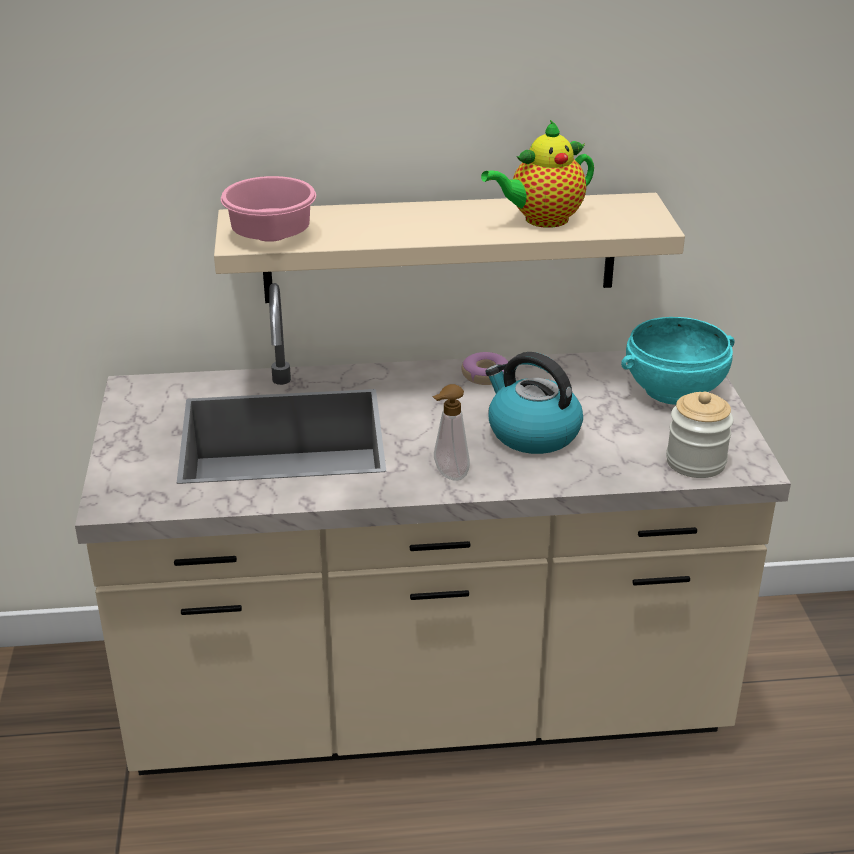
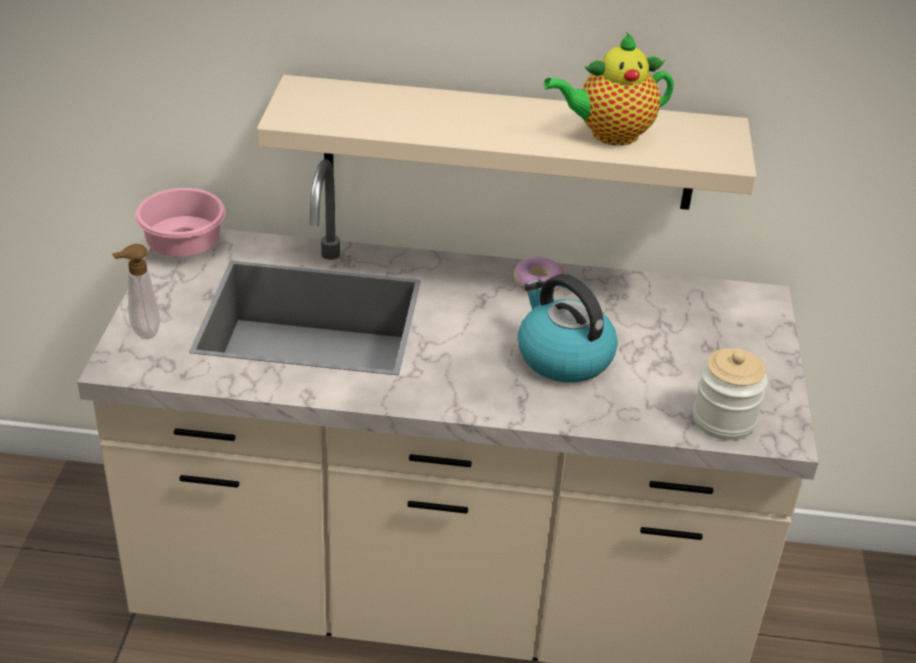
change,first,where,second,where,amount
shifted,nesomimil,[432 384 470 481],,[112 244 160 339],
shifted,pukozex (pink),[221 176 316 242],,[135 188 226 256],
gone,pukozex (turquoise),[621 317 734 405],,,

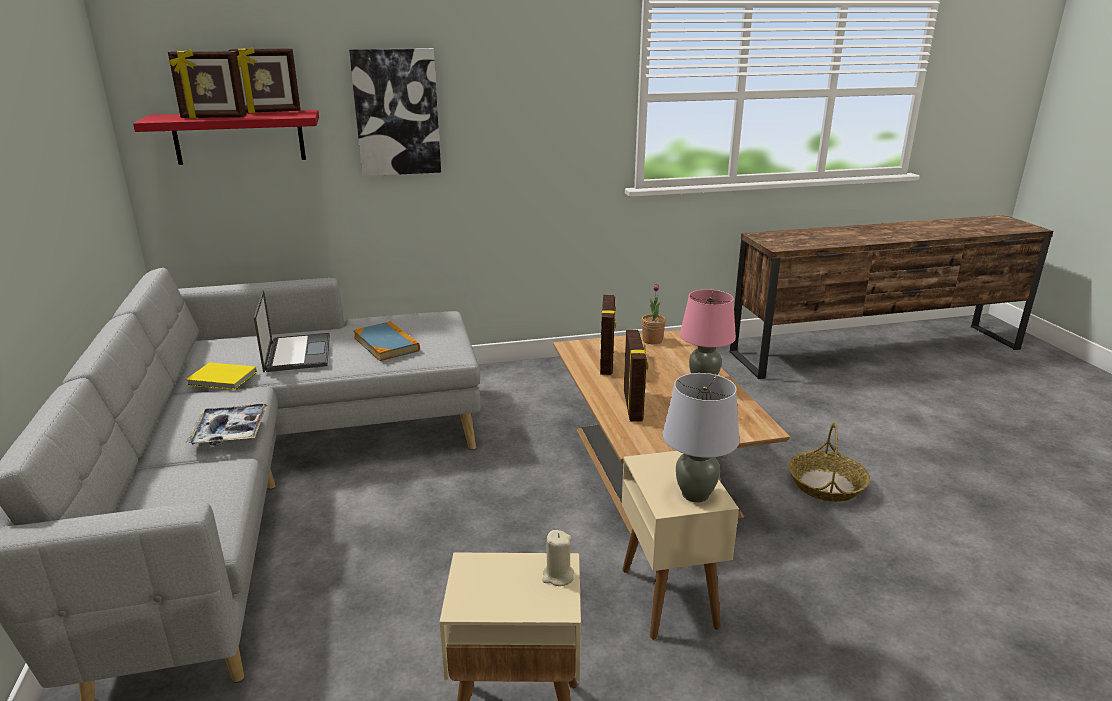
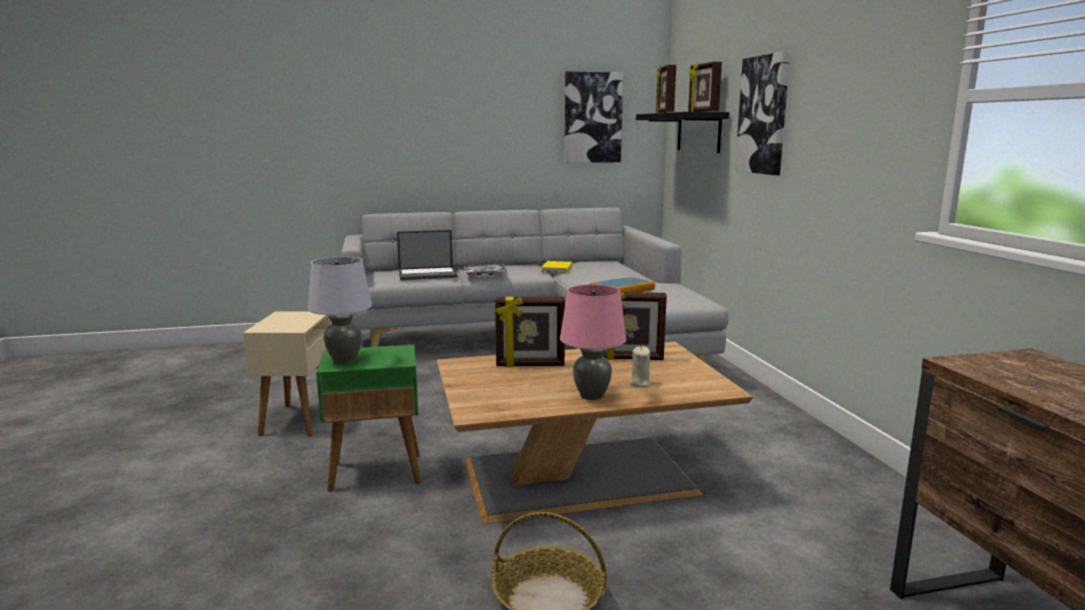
change,first,where,second,where,amount
repainted,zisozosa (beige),[622 451 739 639],zisozosa (green),[316 345 421 492],
shifted,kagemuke,[254 290 330 372],,[397 230 458 280],
new,,,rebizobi,[565 71 623 163],
shifted,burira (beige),[542 530 574 586],,[629 346 651 387],
repainted,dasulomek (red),[133 110 319 165],dasulomek (black),[636 112 729 153],
gone,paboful,[642 284 666 344],,,

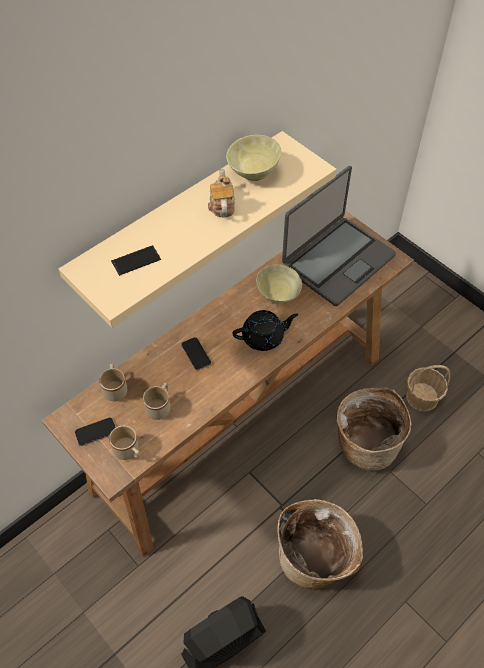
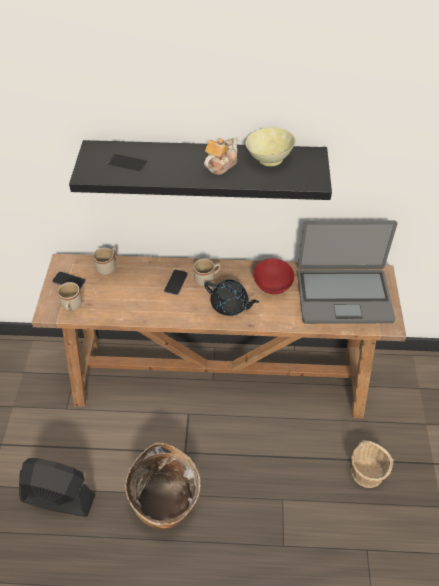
change,first,where,second,where,amount
repainted,dasulomek (beige),[59 131 337 328],dasulomek (black),[69 140 332 200],
shifted,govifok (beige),[143 383 170 420],,[193 259 221 286],
repainted,pukozex (beige),[256 264 302 304],pukozex (red),[253 258 295 294],
gone,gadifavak,[337 387 411 471],,,

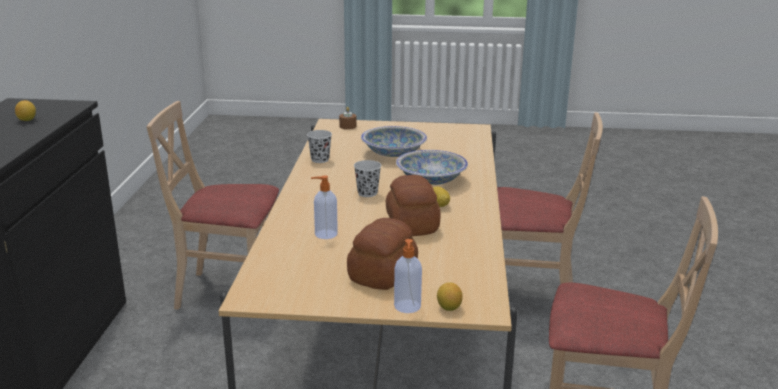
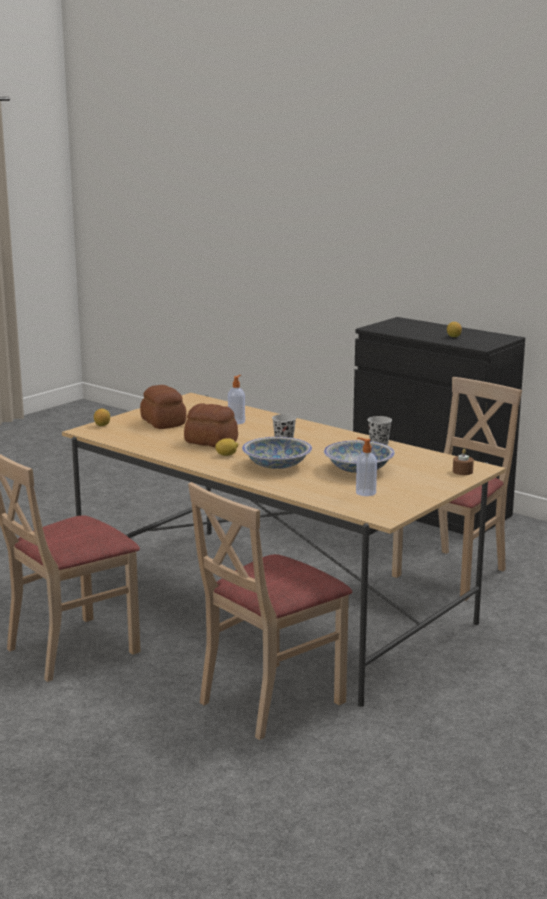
change,first,where,second,where,amount
shifted,nesomimil,[394 239 422 313],,[356 438 377 496],

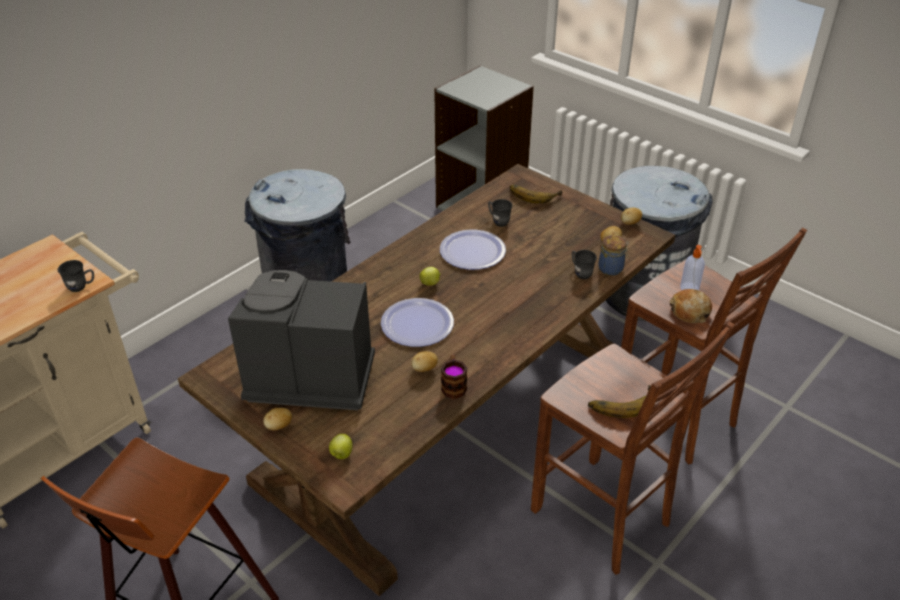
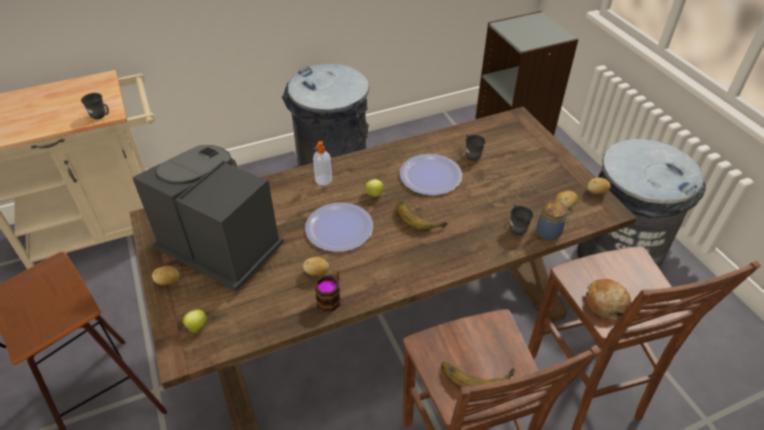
change,first,where,second,where,amount
shifted,nesomimil,[680 245 705 291],,[313 141 332 185],
shifted,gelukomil,[509 184 563 203],,[396 199 448 231],

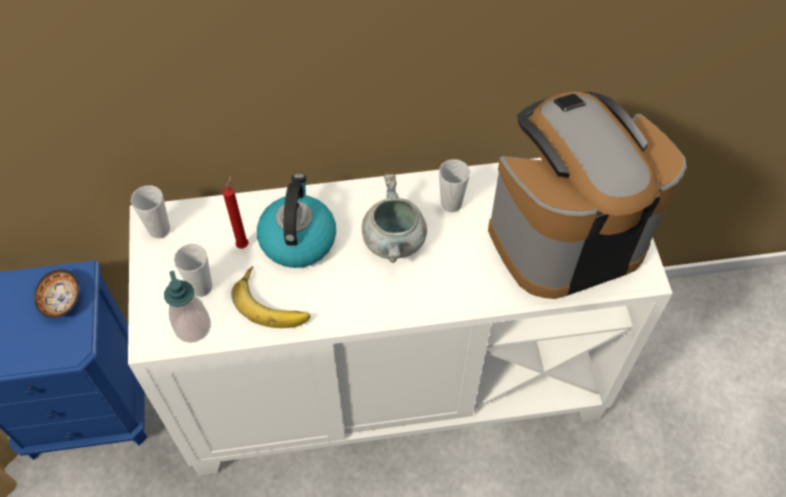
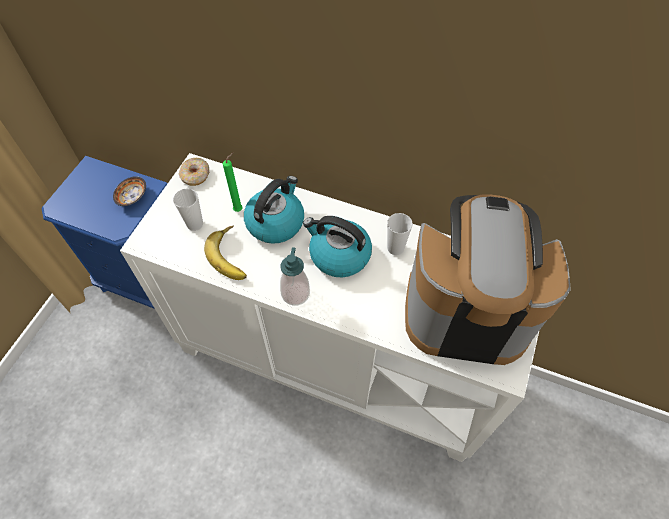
change,first,where,second,where,amount
swapped,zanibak,[131 185 170 238],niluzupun,[179 158 209 186],
repainted,burira (red),[223 175 249 249],burira (green),[223 153 243 212],
shifted,nesomimil,[164 271 211 343],,[280 248 310 305],
swapped,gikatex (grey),[362 174 427 263],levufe,[303 216 372 277],

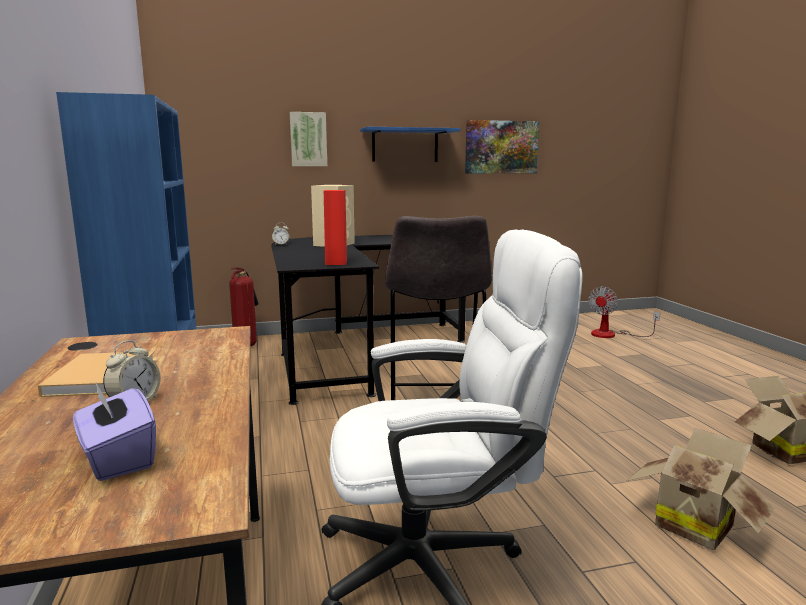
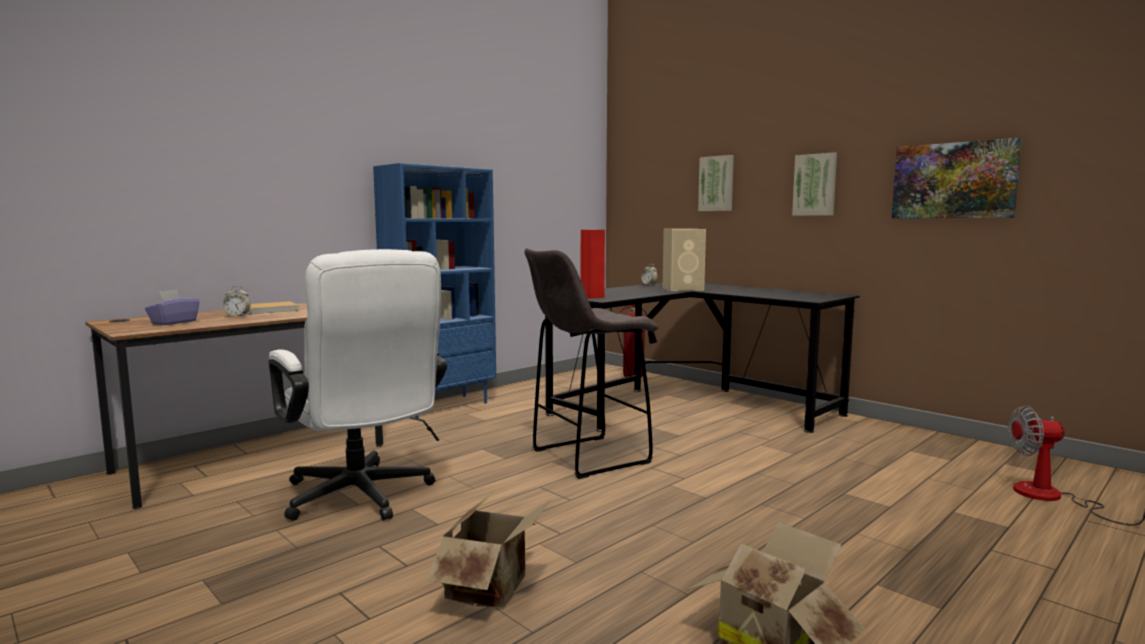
change,first,where,second,where,amount
swapped,dasulomek (blue),[360 127 460 162],rebizobi,[792 153 837 216],

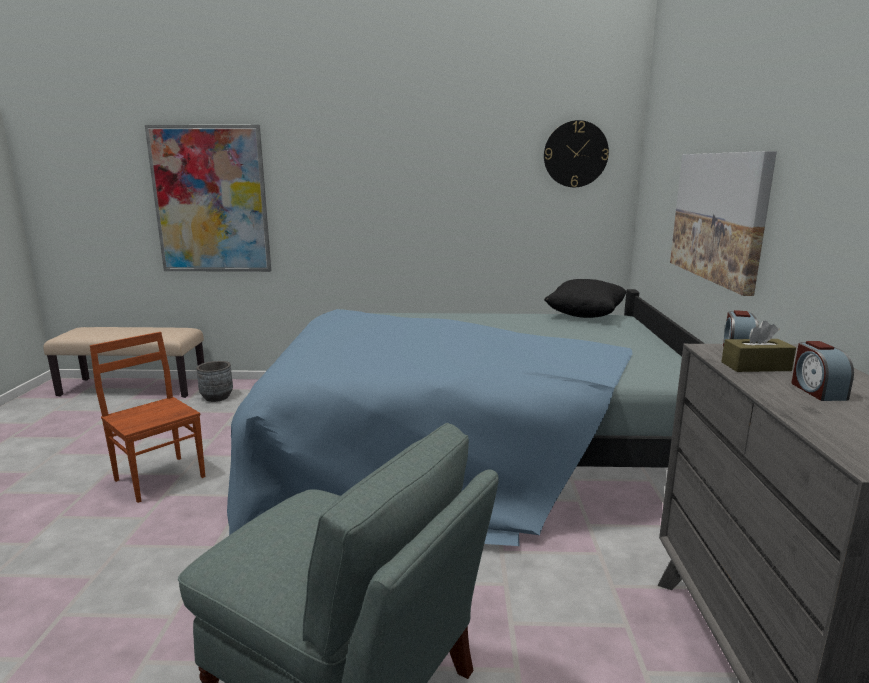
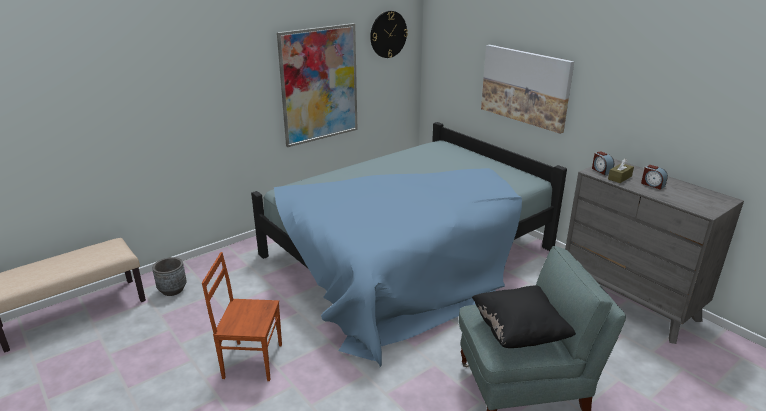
change,first,where,second,where,amount
shifted,rebizobi,[145 125 271 272],,[277 23 357 147],
shifted,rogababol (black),[544 279 627 318],,[472 285 576 348],

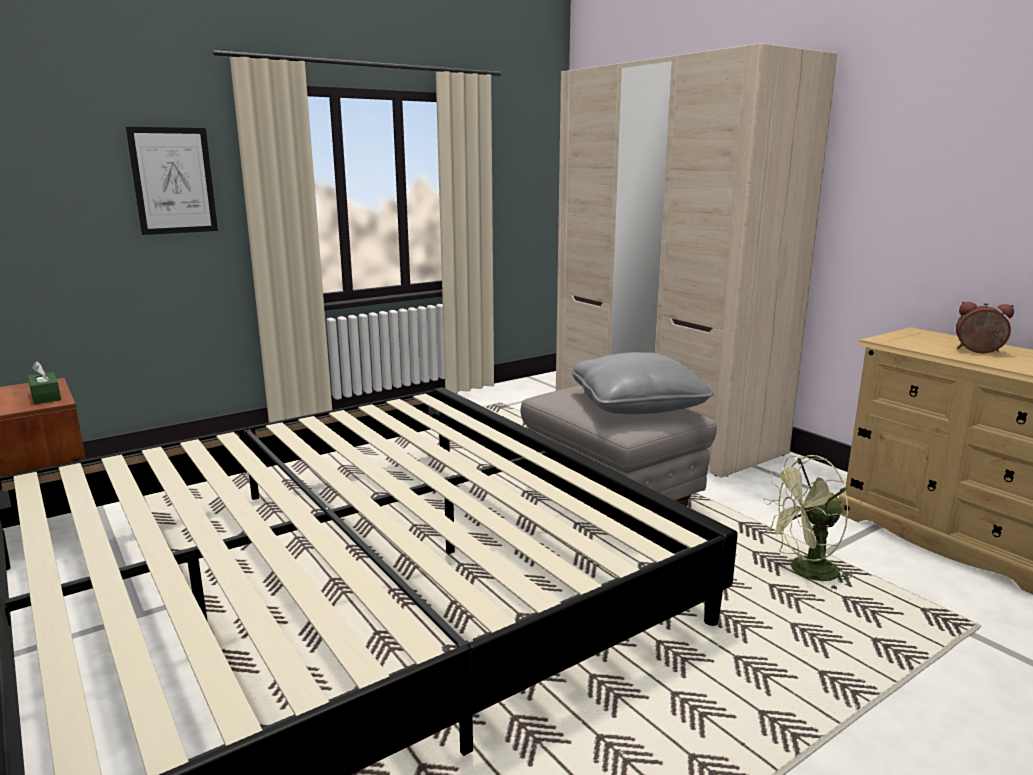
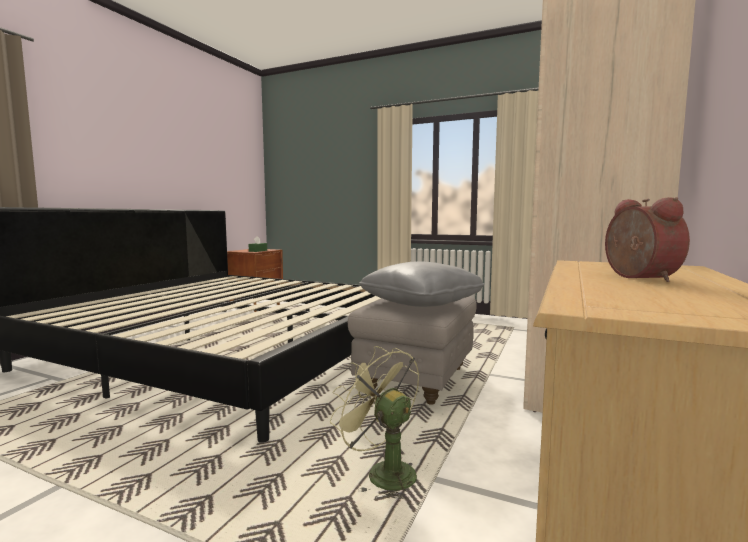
change,first,where,second,where,amount
gone,rebizobi,[126 127 218 235],,,

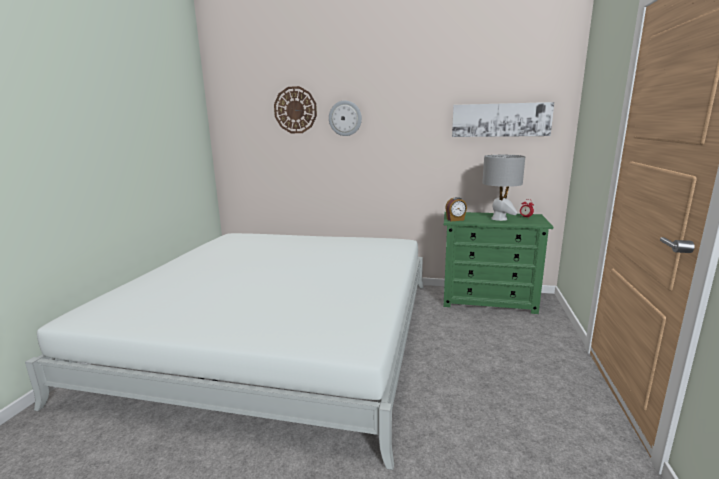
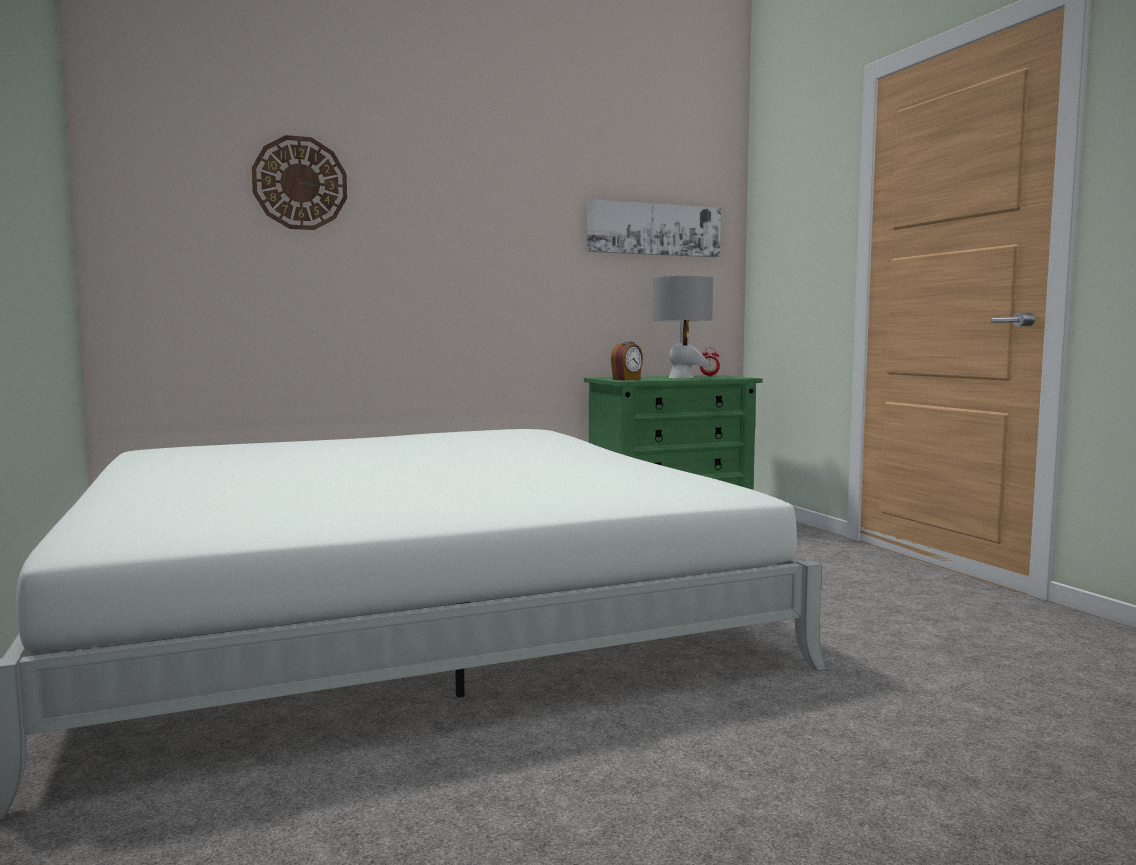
change,first,where,second,where,amount
gone,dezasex,[329 100 362 136],,,

